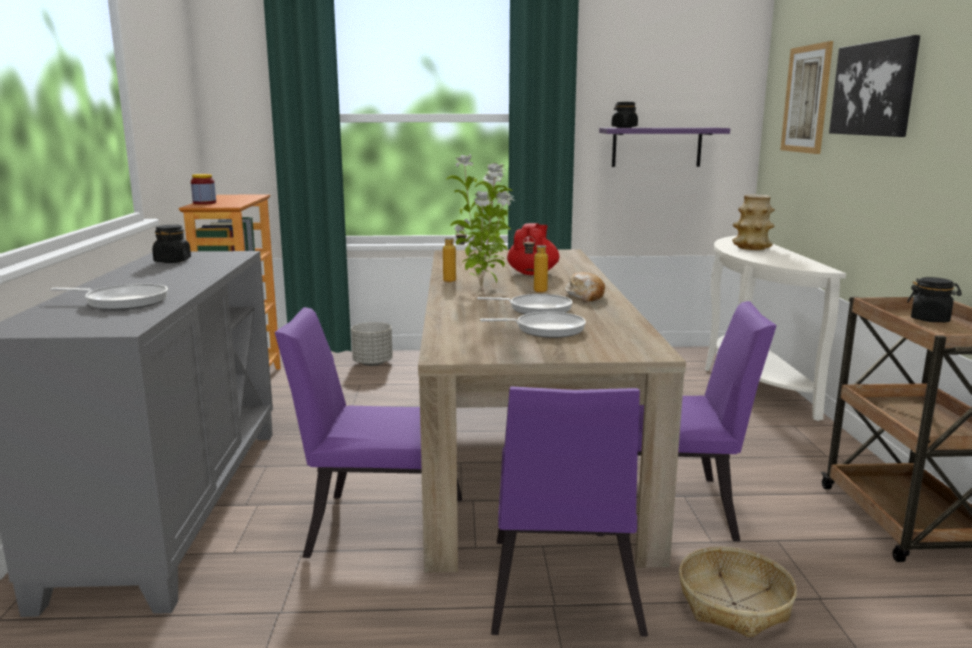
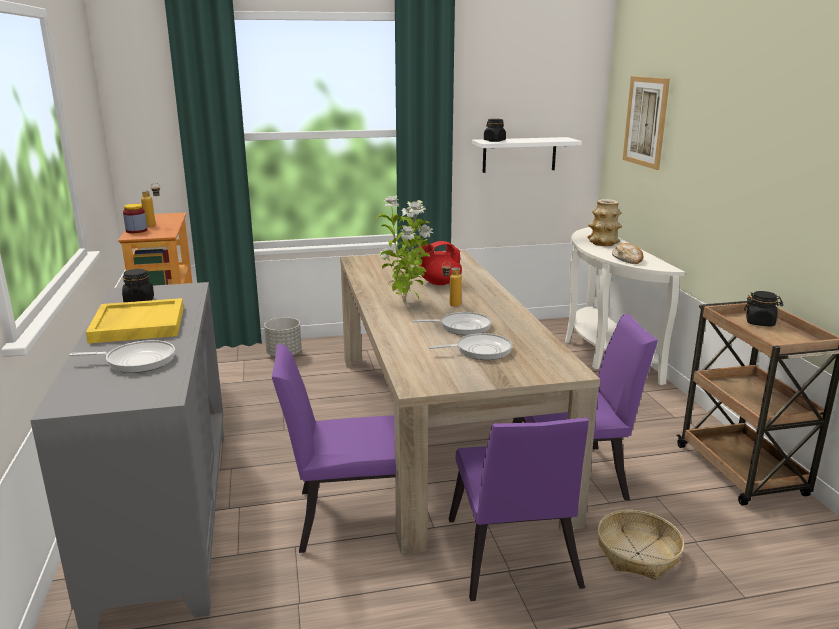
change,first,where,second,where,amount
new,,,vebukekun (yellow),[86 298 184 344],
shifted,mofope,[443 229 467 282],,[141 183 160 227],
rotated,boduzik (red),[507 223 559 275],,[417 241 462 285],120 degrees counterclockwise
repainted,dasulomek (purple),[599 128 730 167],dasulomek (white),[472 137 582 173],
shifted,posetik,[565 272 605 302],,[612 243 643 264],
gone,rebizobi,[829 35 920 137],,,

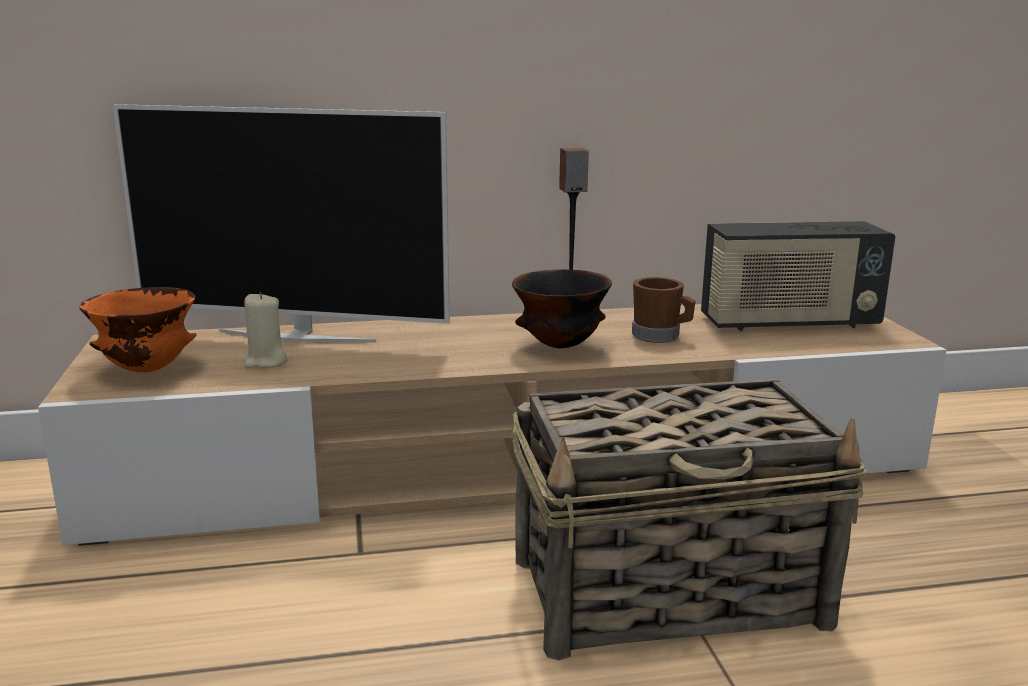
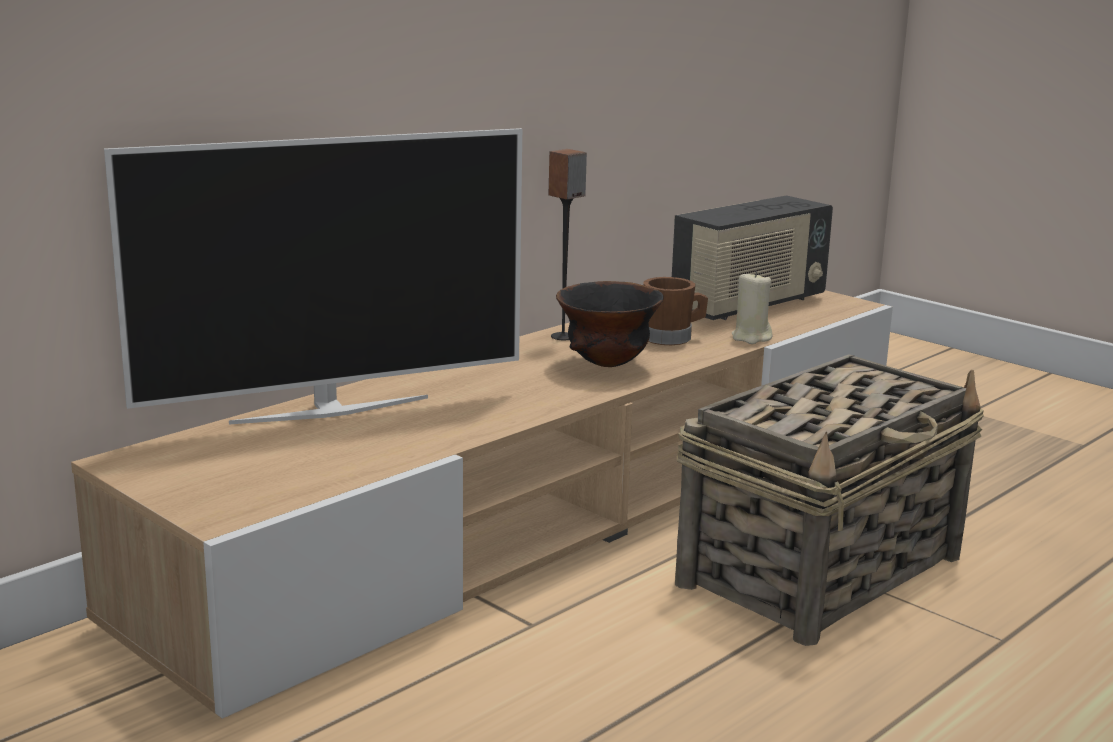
change,first,where,second,where,amount
shifted,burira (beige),[243 292 288 368],,[732 271 773 344],
gone,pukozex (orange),[79 287 196 373],,,

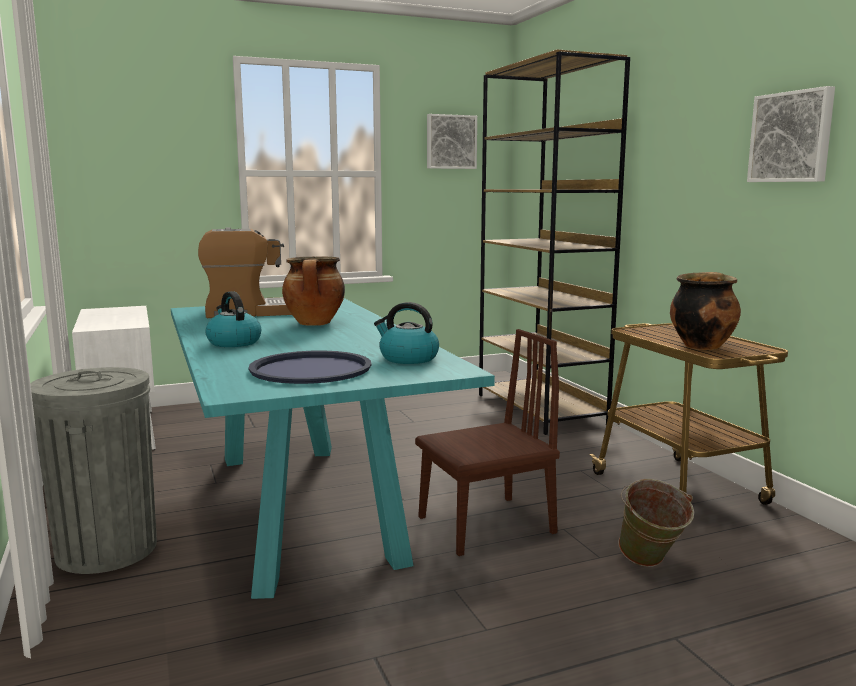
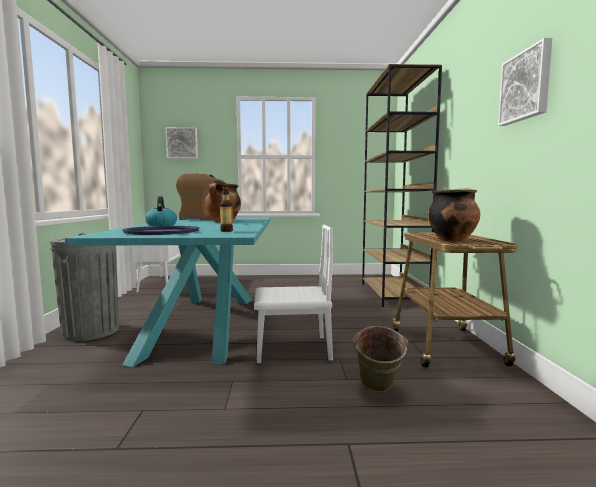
change,first,where,second,where,amount
shifted,rebizobi,[427 114 477 169],,[165 127 198 159],
swapped,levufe,[374 302 439 364],mofope,[220 187 233 232],
repainted,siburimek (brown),[415 329 560 556],siburimek (white),[254 225 333 363],

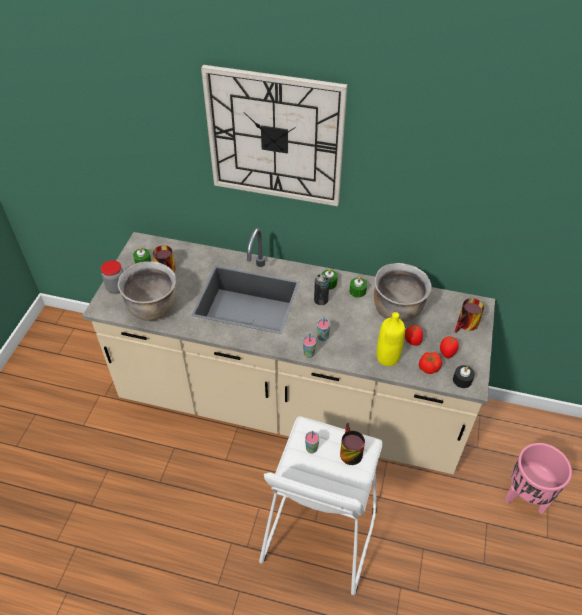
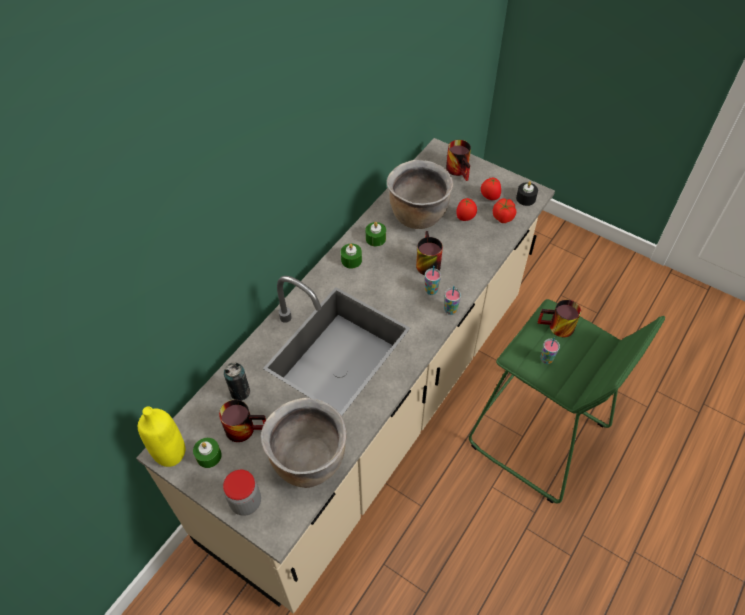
change,first,where,second,where,amount
shifted,mofope (yellow),[377 312 405 366],,[138 406 185 467],
shifted,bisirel,[314 274 329 305],,[224 362 250 401],
new,,,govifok,[416 231 443 275],
repainted,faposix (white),[259 416 383 595],faposix (green),[469 299 665 503],
gone,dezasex,[201 65 347 206],,,
gone,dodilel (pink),[505 443 572 514],,,

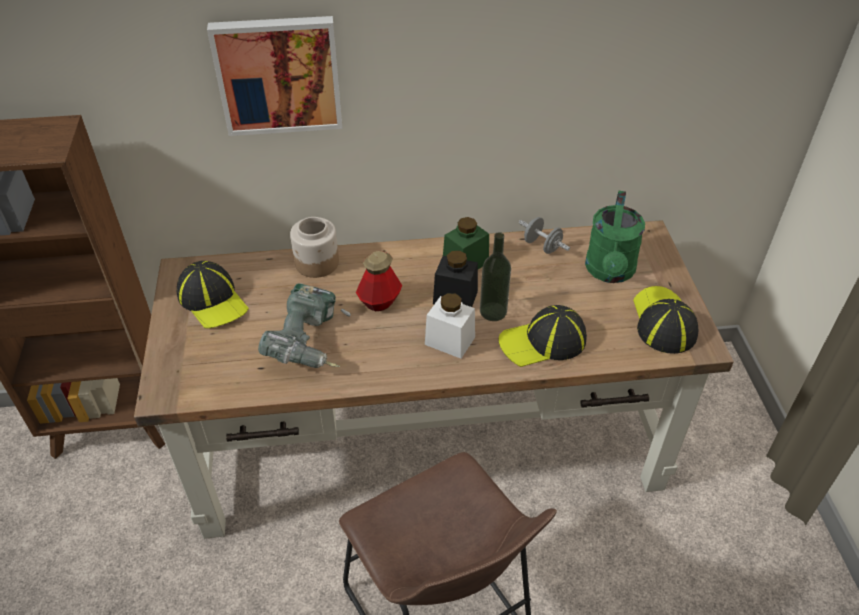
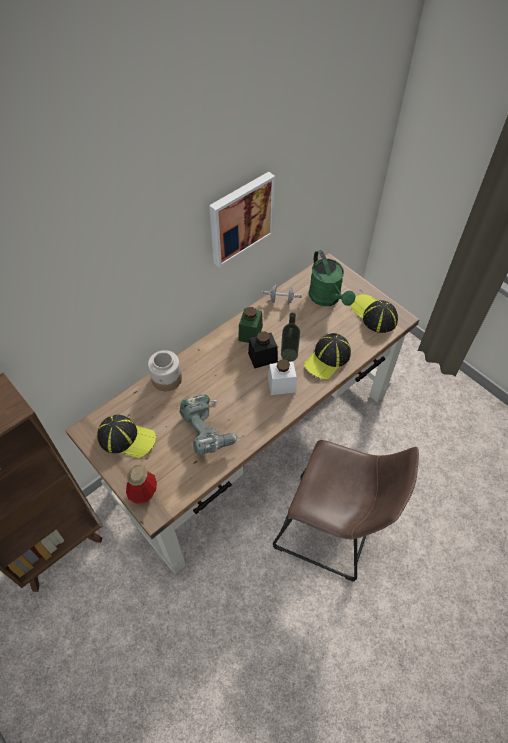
change,first,where,second,where,amount
shifted,mofope,[356 251 402 312],,[126 465 157 504],
shifted,rebizobi,[207 16 343 136],,[209 172 275 268],

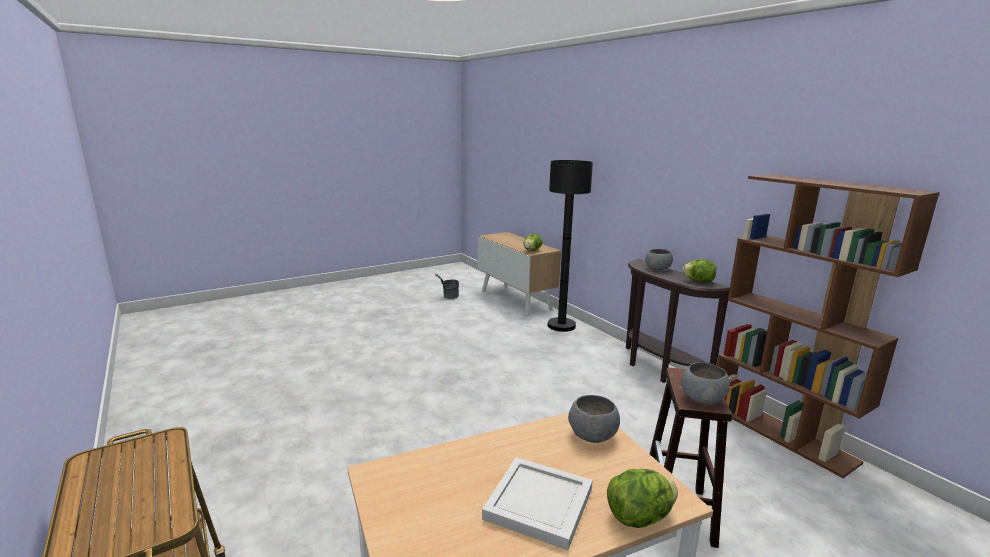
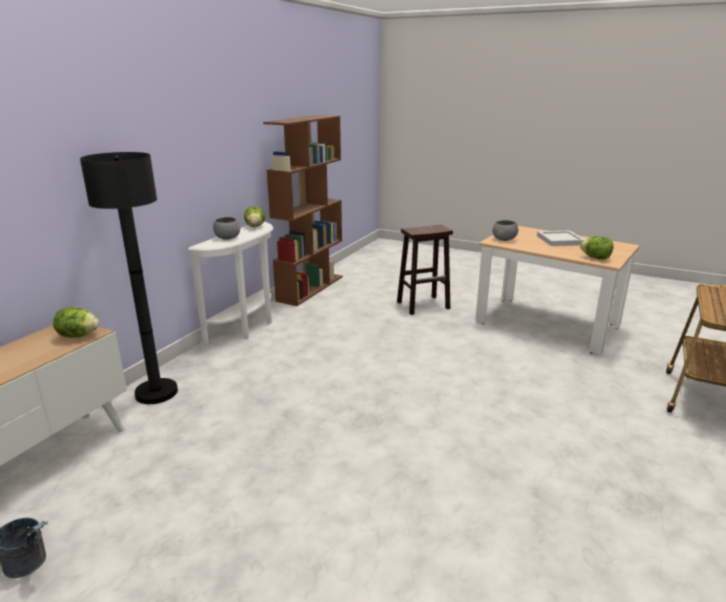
change,first,where,second,where,amount
repainted,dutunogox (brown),[626 259 730 383],dutunogox (white),[188 222 273 346],
shifted,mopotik,[607 469 678 528],,[580 236 613 259],
gone,pukozex (grey),[681 362 730 404],,,

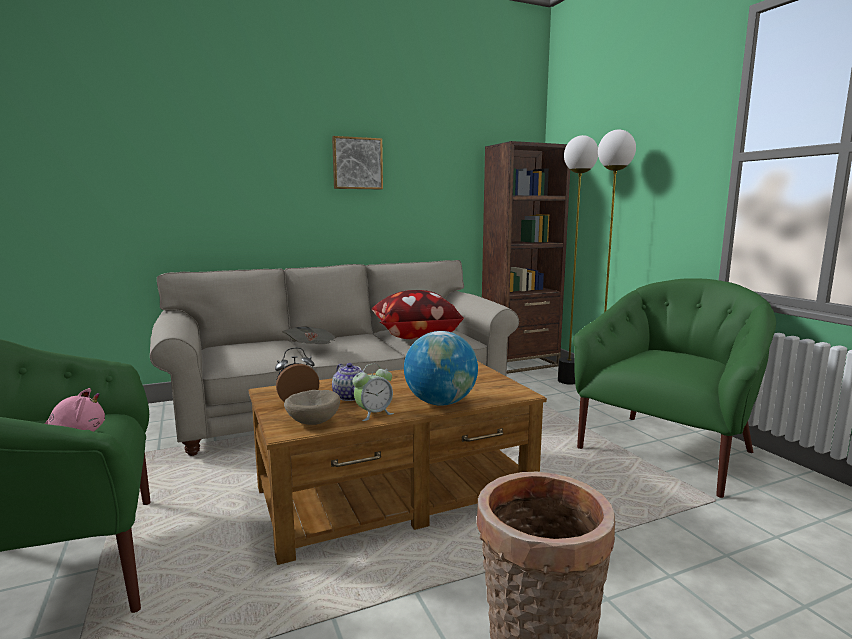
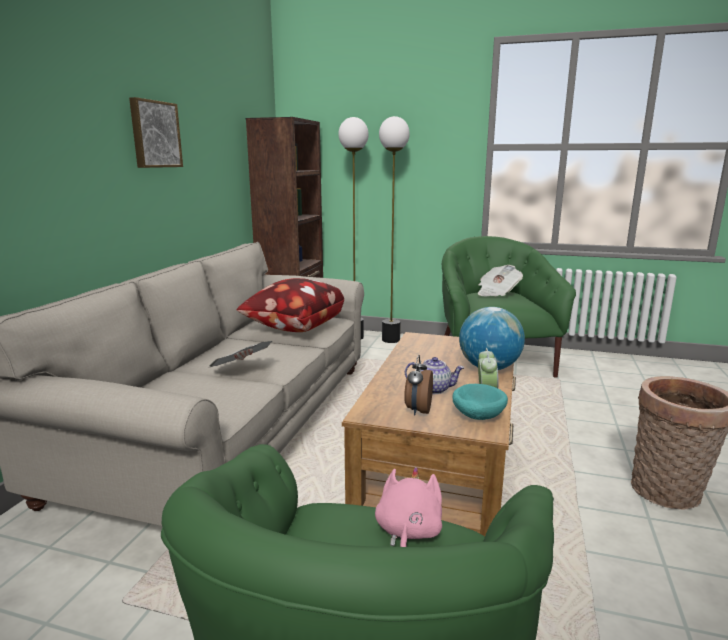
change,first,where,second,where,amount
repainted,pukozex (beige),[284 390 340 425],pukozex (turquoise),[453 384 508 420],
new,,,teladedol,[478 265 523 296],

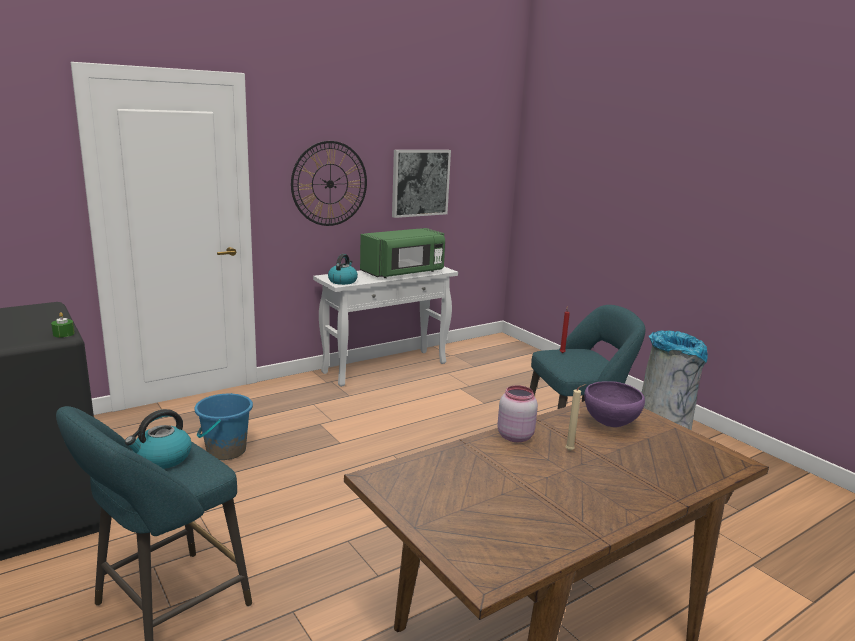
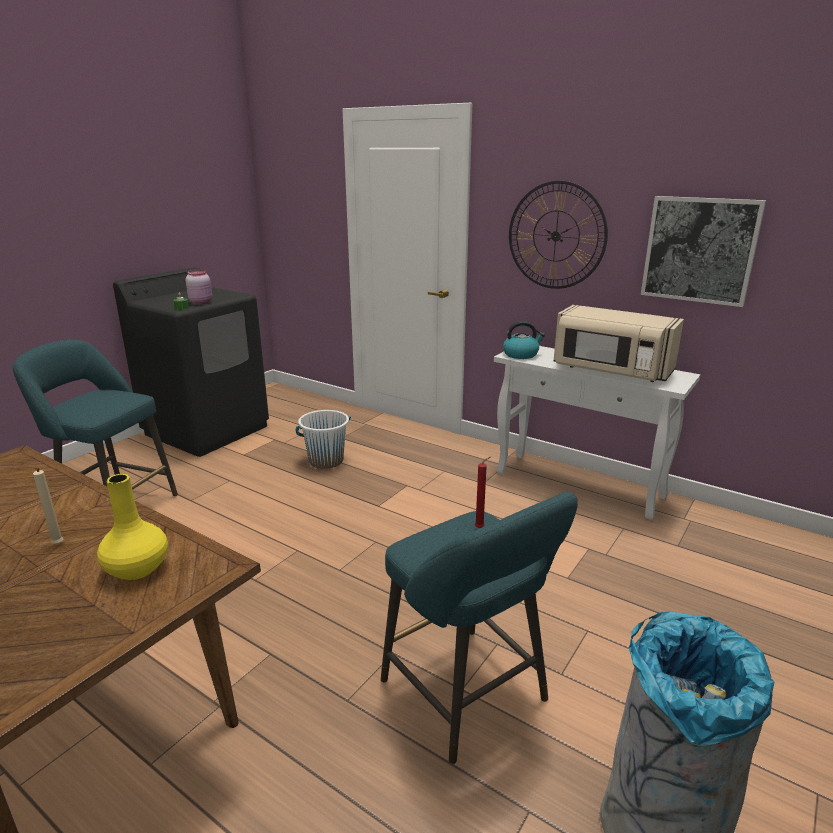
change,first,where,second,where,amount
swapped,pukozex (purple),[584 381 645 427],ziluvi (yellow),[97 474 168 580],
shifted,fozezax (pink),[497 385 538 442],,[185 270 212 304],
repainted,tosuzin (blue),[194 393 253 460],tosuzin (white),[295 410 351 469],
repainted,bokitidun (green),[360 228 445 278],bokitidun (beige),[554 305 684 382],
gone,levufe,[125 409 192 469],,,

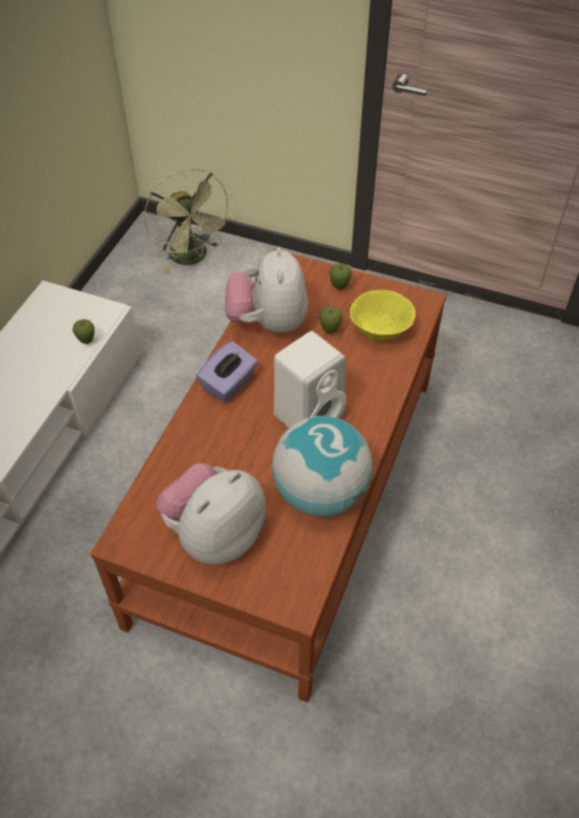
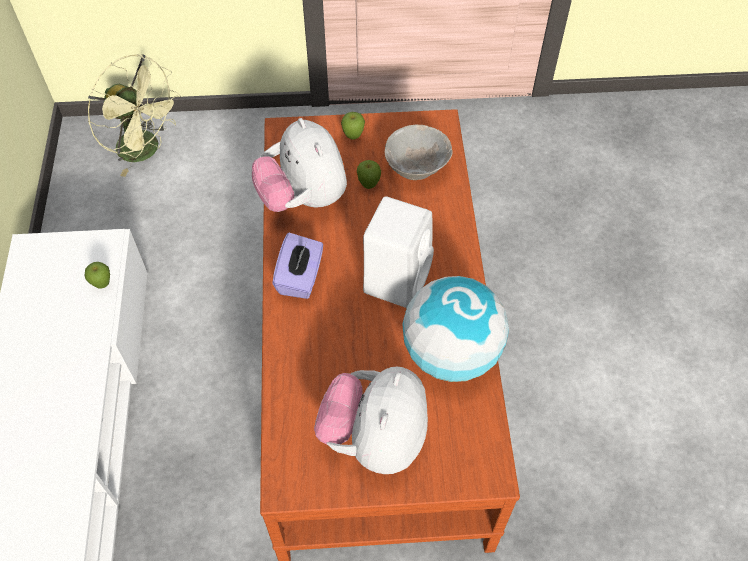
change,first,where,second,where,amount
repainted,pukozex (yellow),[350 290 416 341],pukozex (grey),[385 124 453 180],

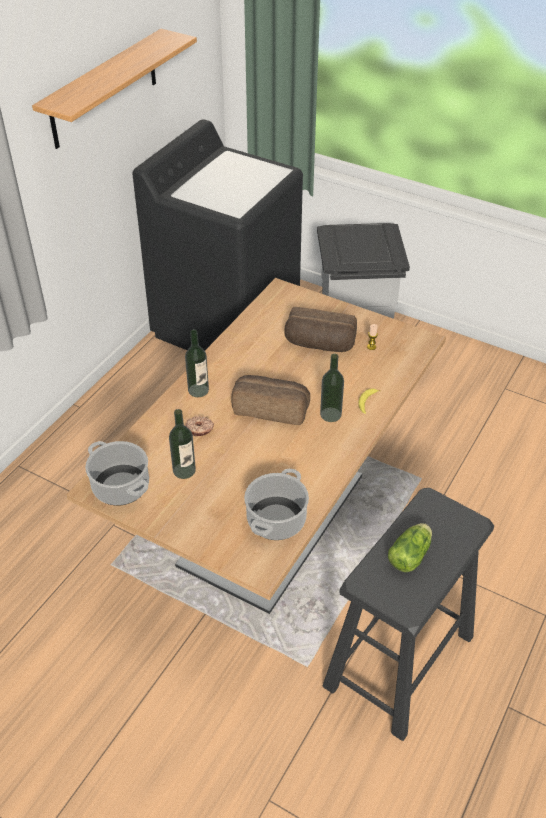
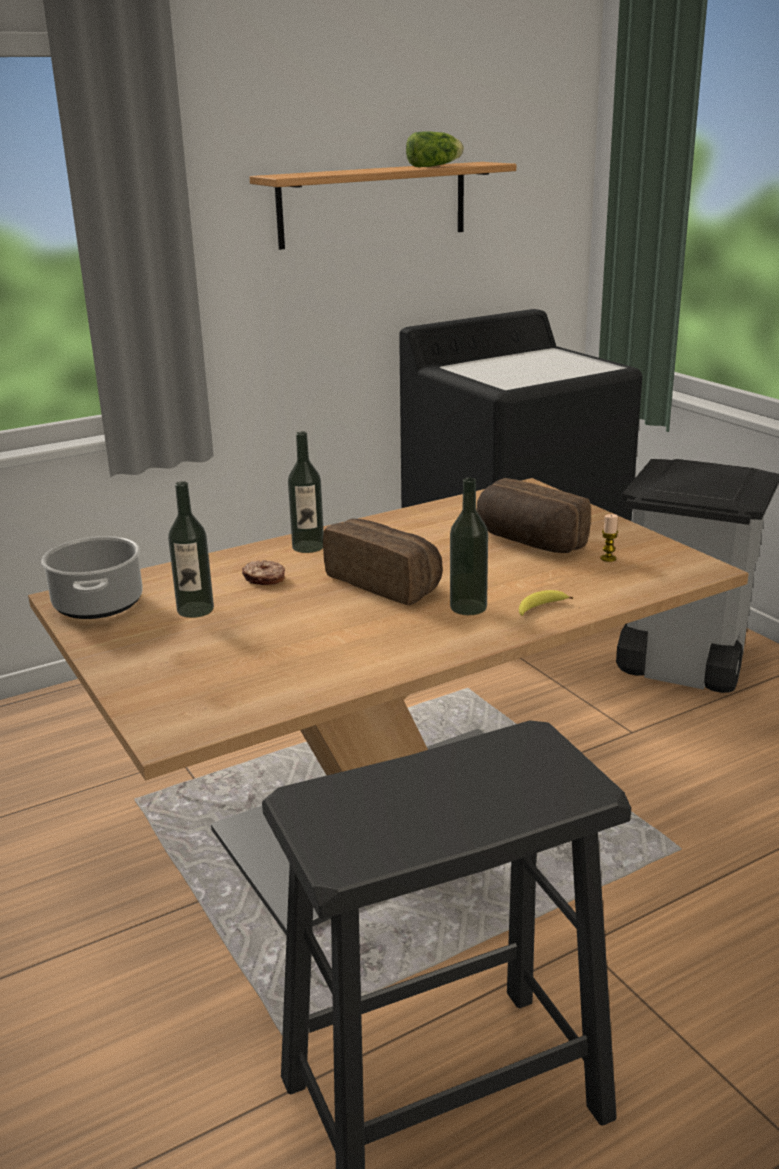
change,first,where,second,where,amount
shifted,mopotik,[388 523 432 572],,[406 131 464 167],
gone,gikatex,[244 469 309 540],,,

